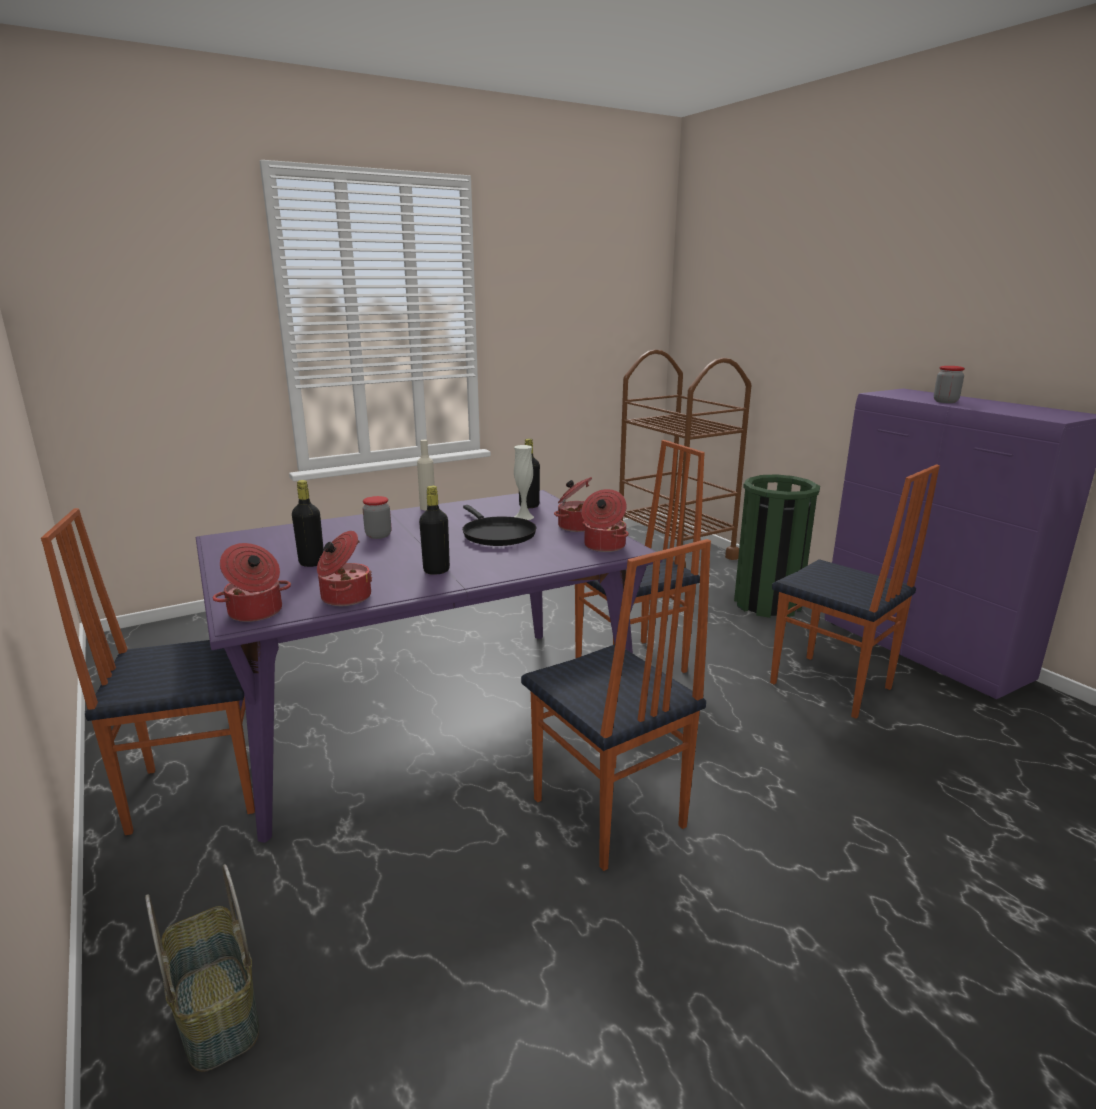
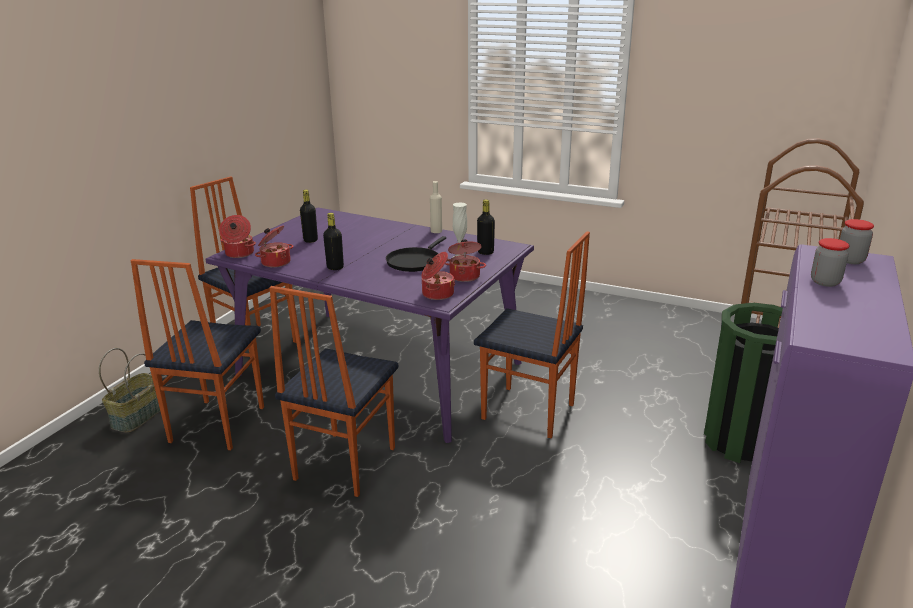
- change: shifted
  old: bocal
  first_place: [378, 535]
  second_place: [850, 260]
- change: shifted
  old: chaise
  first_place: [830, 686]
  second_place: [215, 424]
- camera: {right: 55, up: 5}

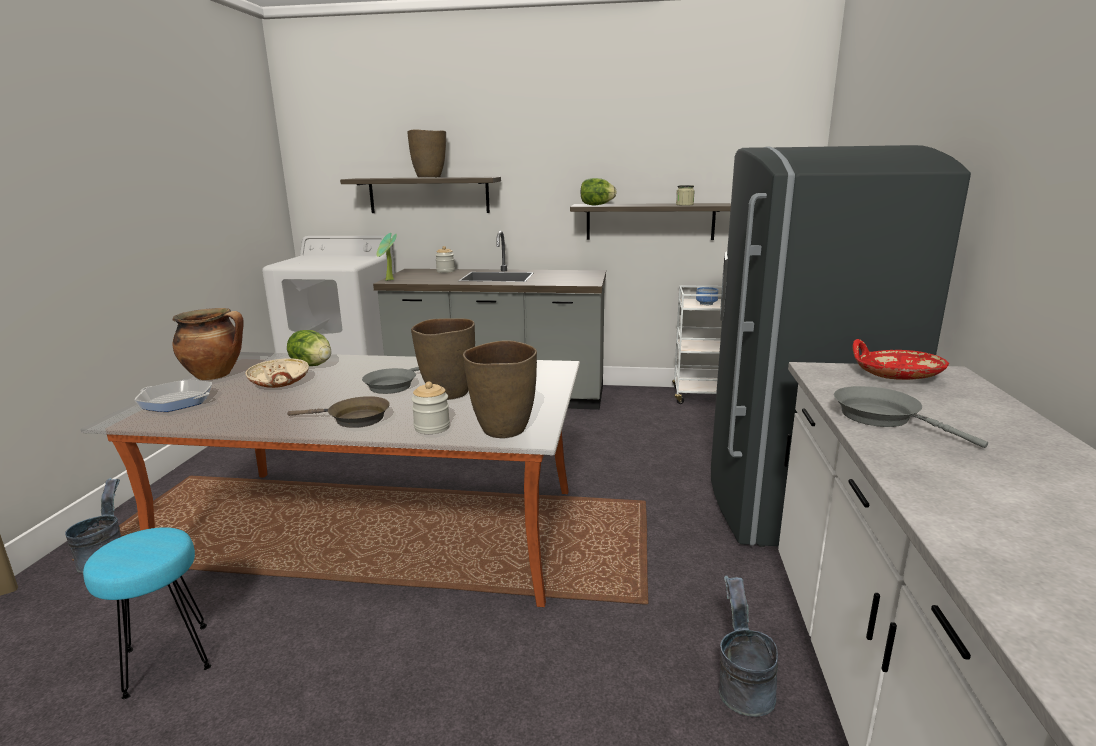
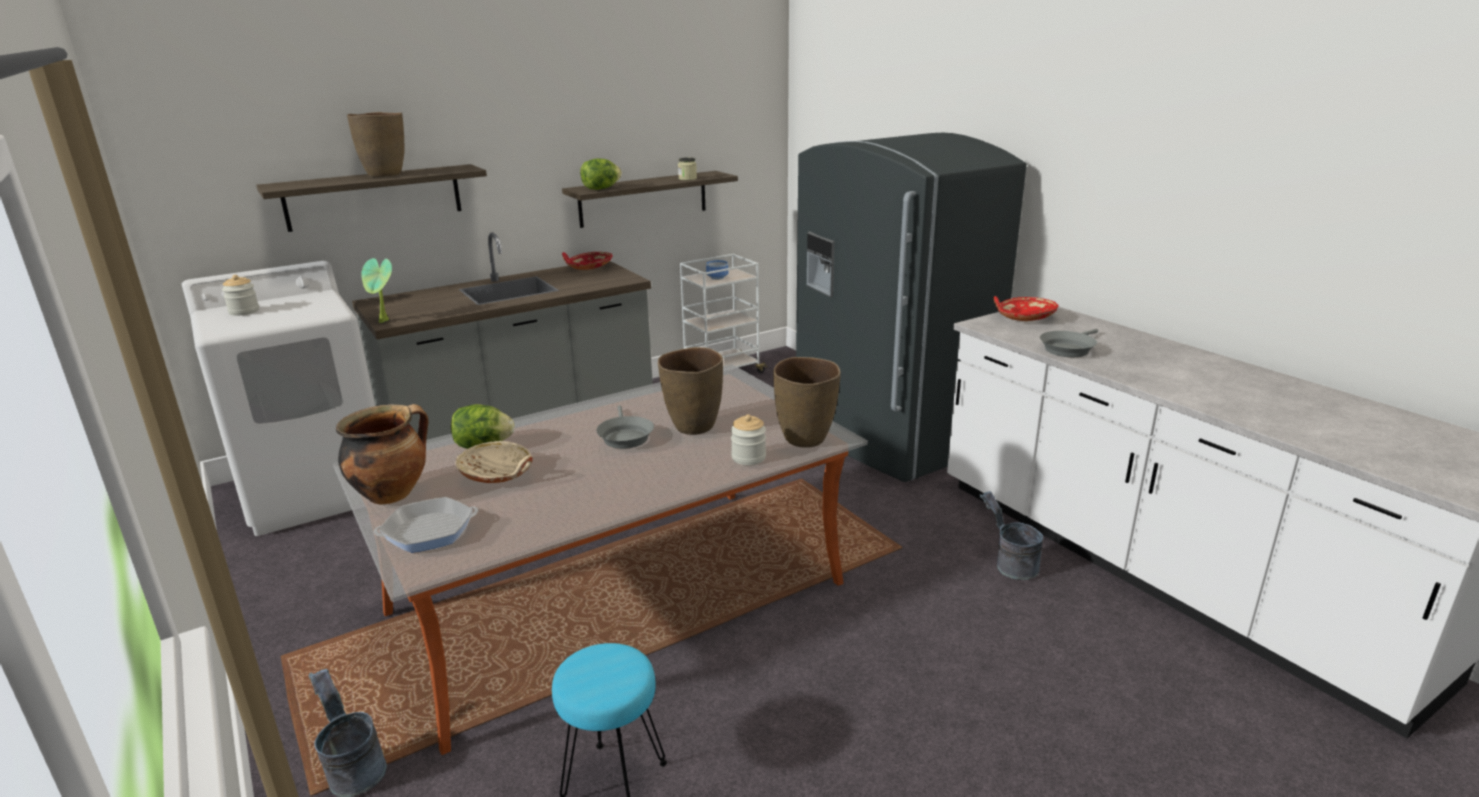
- change: gone
  old: poêle [marron]
  first_place: [354, 419]
- change: shifted
  old: bocal
  first_place: [445, 271]
  second_place: [244, 311]
- change: rotated
  old: poêle [gris]
  first_place: [882, 418]
  second_place: [1068, 349]
  degrees: -60
- change: new
  new: bol [rouge]
  second_place: [589, 268]
- camera: {right: -40, up: 5}

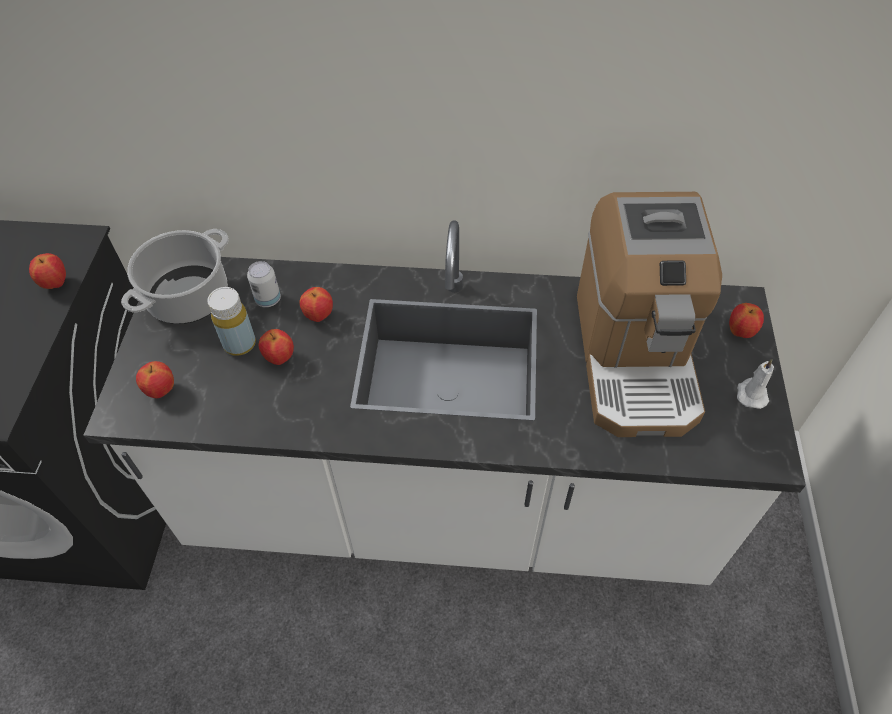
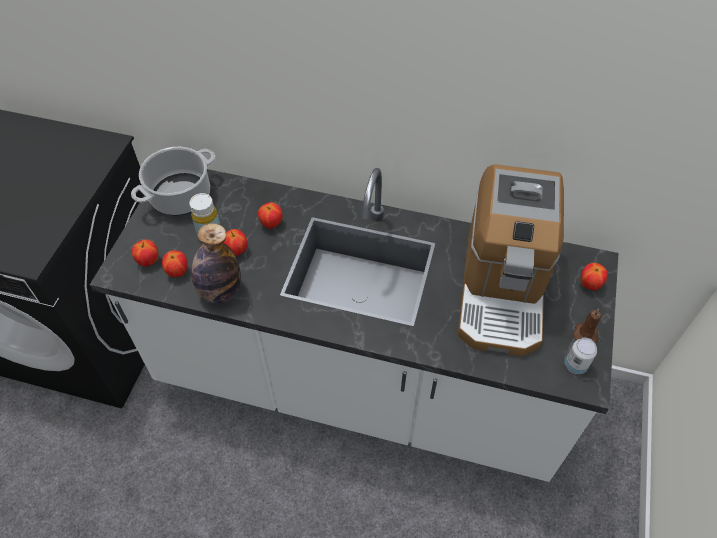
- change: shifted
  old: pomme
  first_place: [55, 283]
  second_place: [178, 272]
- change: shifted
  old: boîte métallique
  first_place: [268, 299]
  second_place: [575, 365]
- change: repainted
  old: bougie [blanc]
  new: bougie [marron]
  first_place: [751, 393]
  second_place: [585, 333]
- change: new
  new: bouteille
  second_place: [220, 291]
- camera: {right: 10, up: 0}

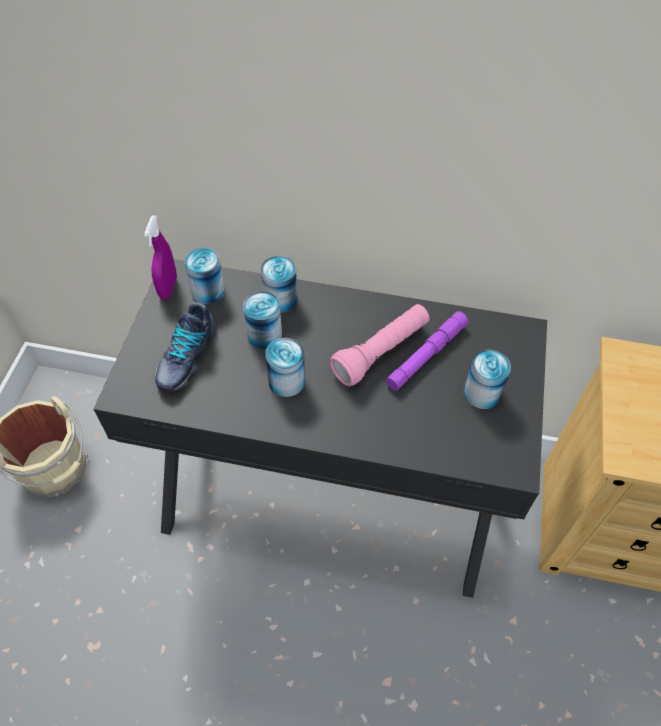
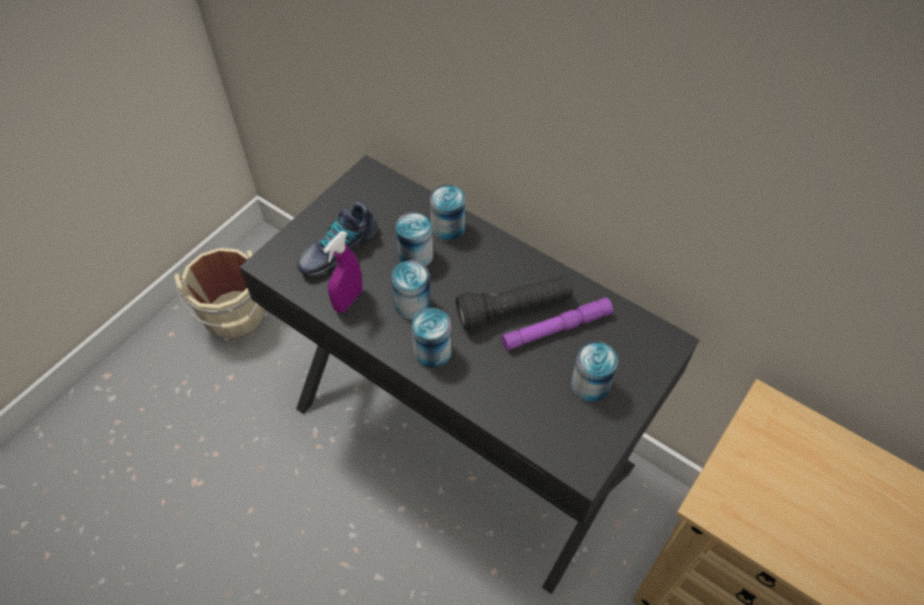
- change: shifted
  old: vaporisateur [violet]
  first_place: [168, 288]
  second_place: [348, 300]
- change: shifted
  old: boîte métallique
  first_place: [208, 291]
  second_place: [432, 351]
- change: repainted
  old: lampe de poche [rose]
  new: lampe de poche [noir]
  first_place: [381, 352]
  second_place: [514, 310]
- camera: {right: 25, up: 0}

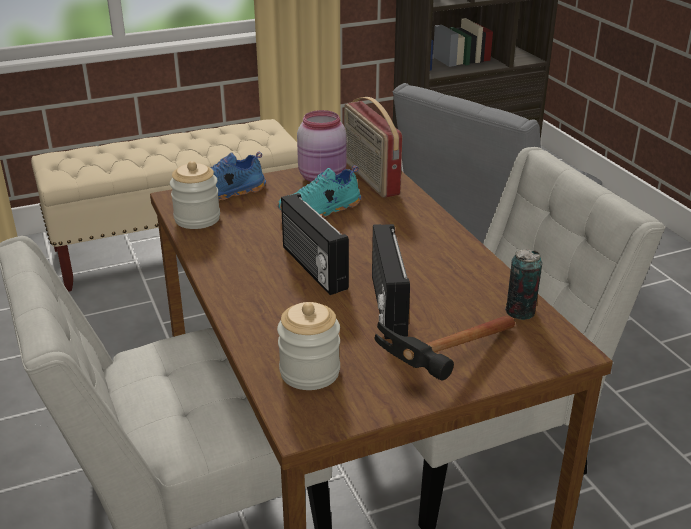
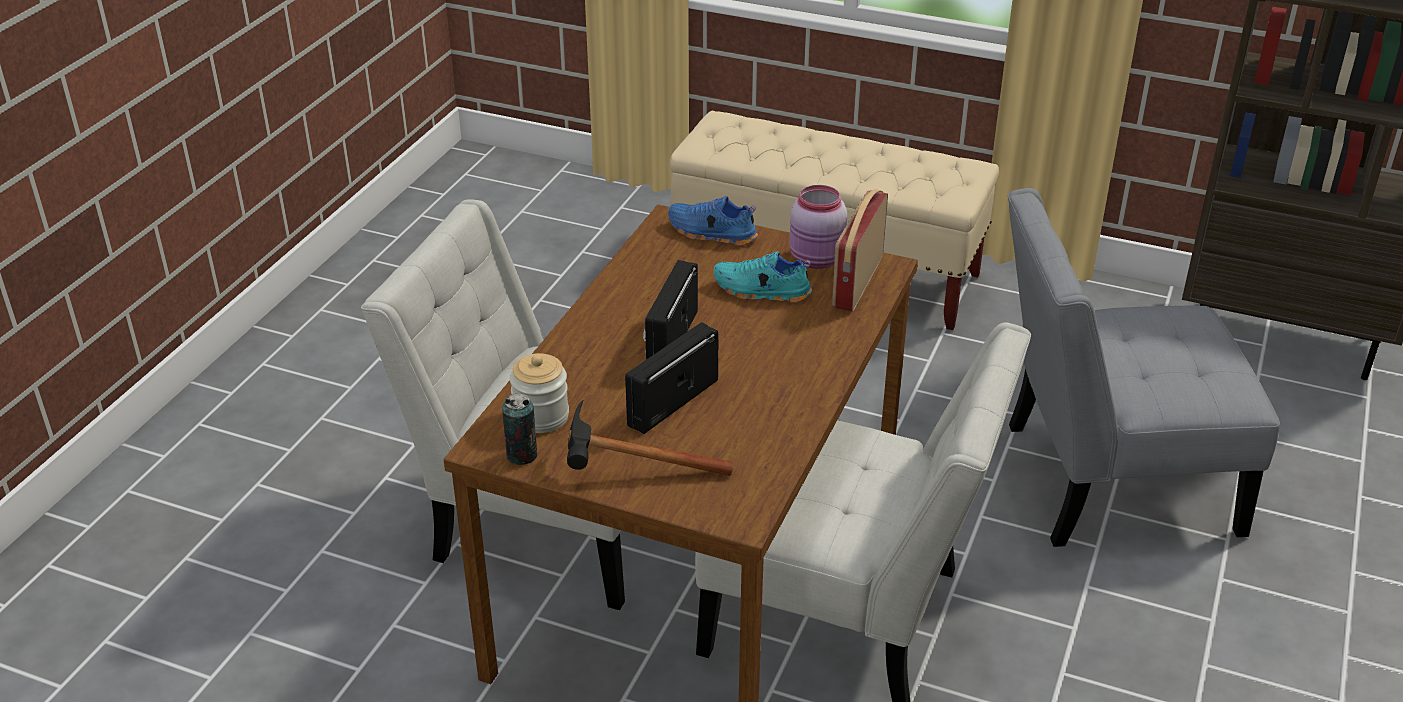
- change: gone
  old: bocal
  first_place: [197, 219]
- change: shifted
  old: boîte métallique
  first_place: [520, 312]
  second_place: [522, 455]
- camera: {right: 45, up: 5}

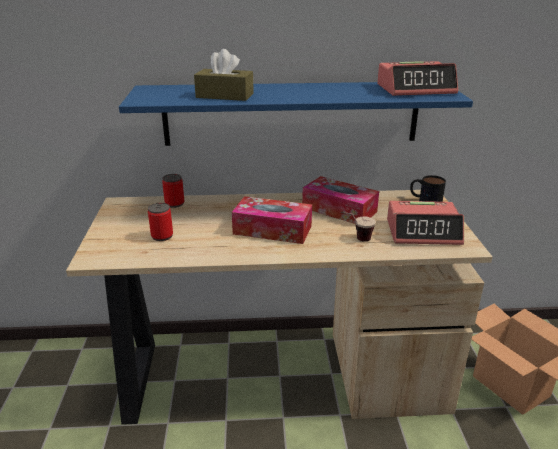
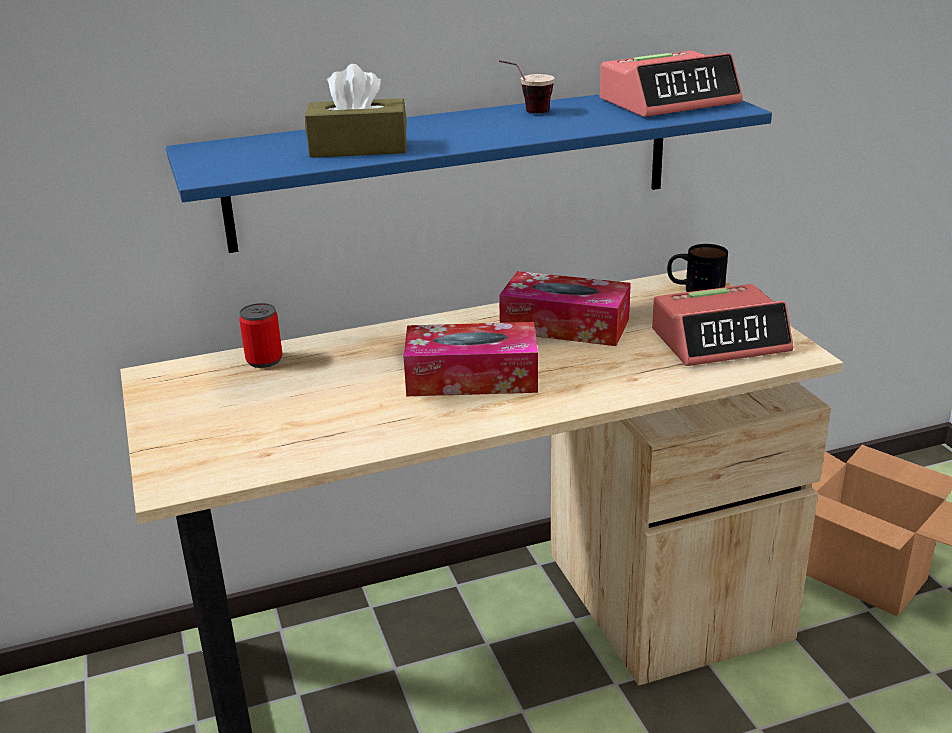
- change: gone
  old: boîte métallique
  first_place: [162, 236]
- change: shifted
  old: tasse
  first_place: [356, 239]
  second_place: [526, 114]
- camera: {right: -15, up: 0}

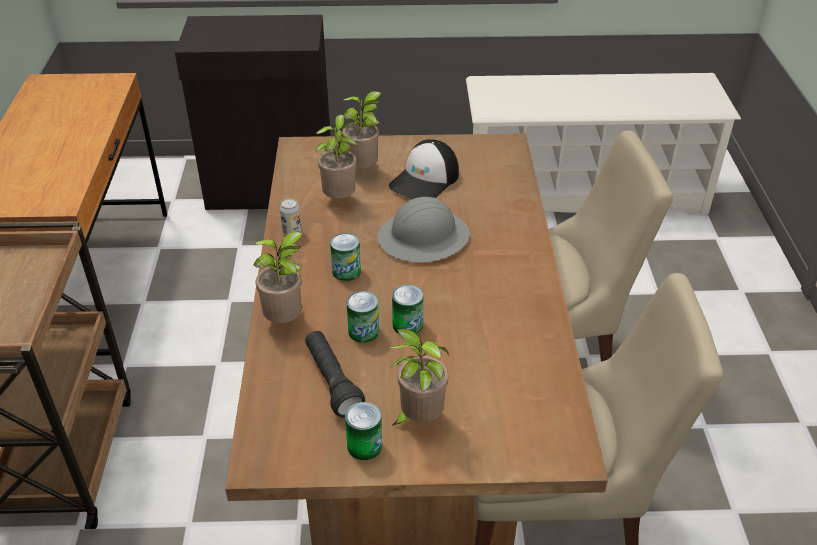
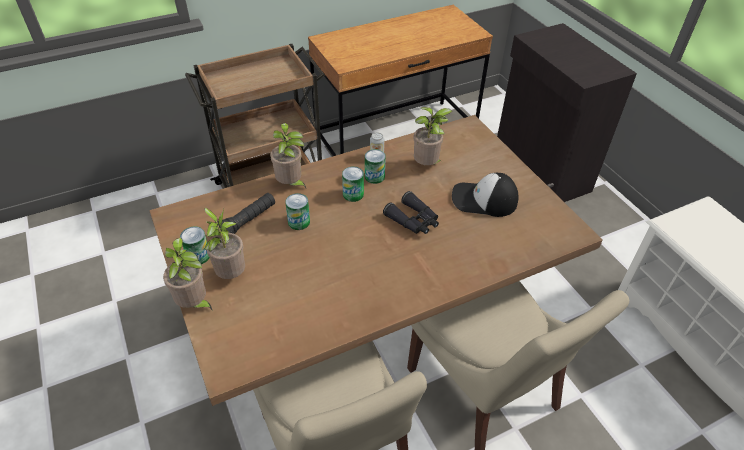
- change: shifted
  old: plante en pot
  first_place: [364, 170]
  second_place: [194, 304]
- change: swapped
  old: casque de chantier [gris]
  new: jumelles [noir]
  first_place: [423, 238]
  second_place: [413, 220]
- change: shifted
  old: boîte métallique
  first_place: [407, 325]
  second_place: [374, 177]
- camera: {right: 65, up: 5}

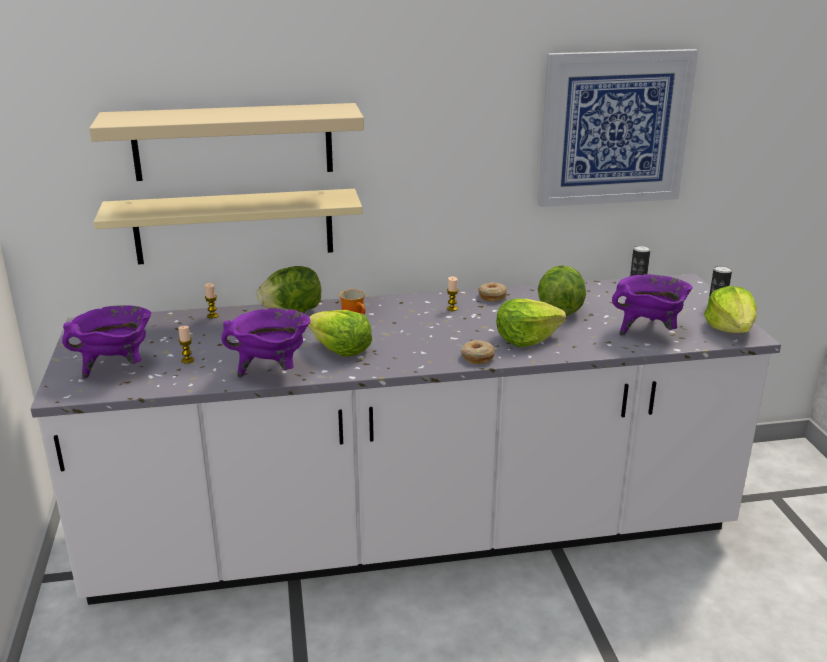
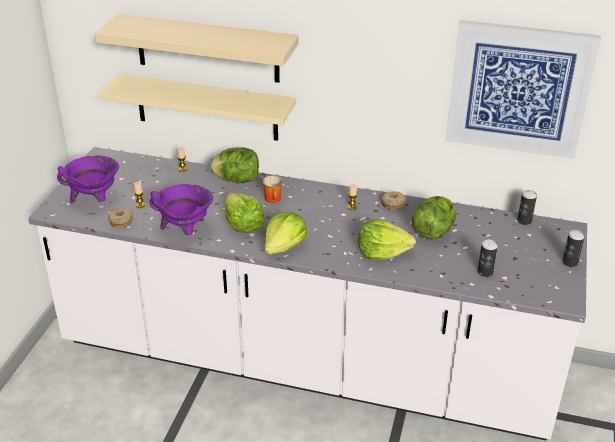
- change: shifted
  old: beignet
  first_place: [477, 357]
  second_place: [121, 221]
- change: swapped
  old: marmite [violet]
  new: boîte métallique
  first_place: [648, 331]
  second_place: [485, 272]
- change: shifted
  old: laitue
  first_place: [730, 329]
  second_place: [284, 247]
- camera: {right: 25, up: 10}

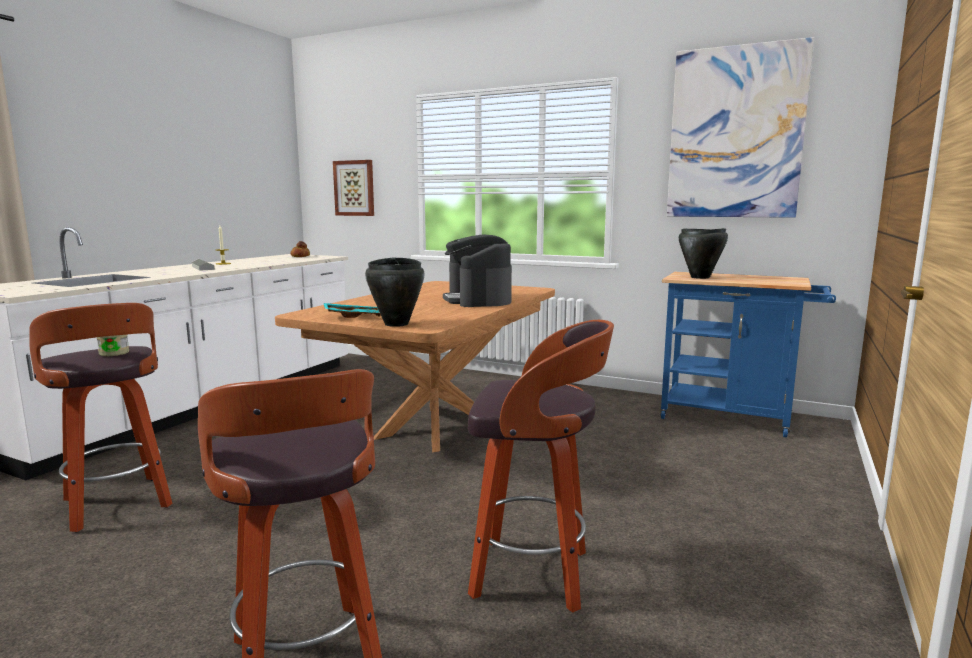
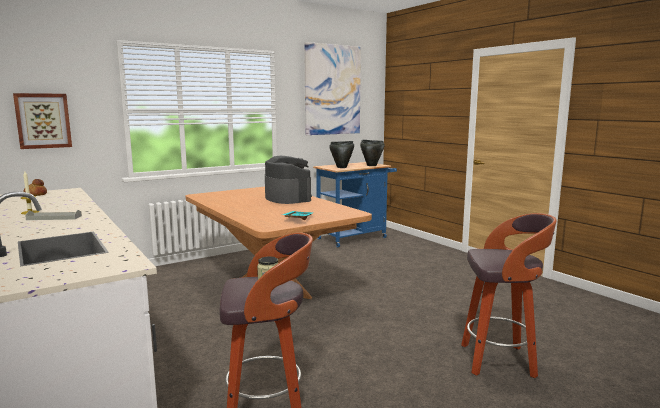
- change: shifted
  old: marmite [noir]
  first_place: [397, 324]
  second_place: [371, 165]
- change: rotated
  old: machine à café
  first_place: [478, 300]
  second_place: [287, 198]
  degrees: -135
- change: gone
  old: tabouret
  first_place: [534, 574]
- camera: {right: -60, up: 0}

